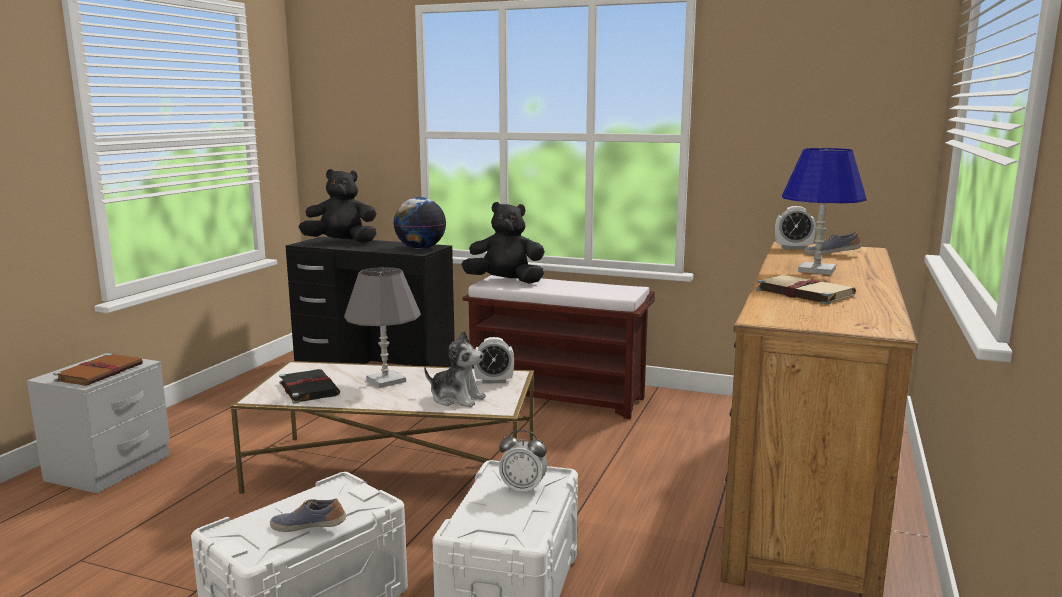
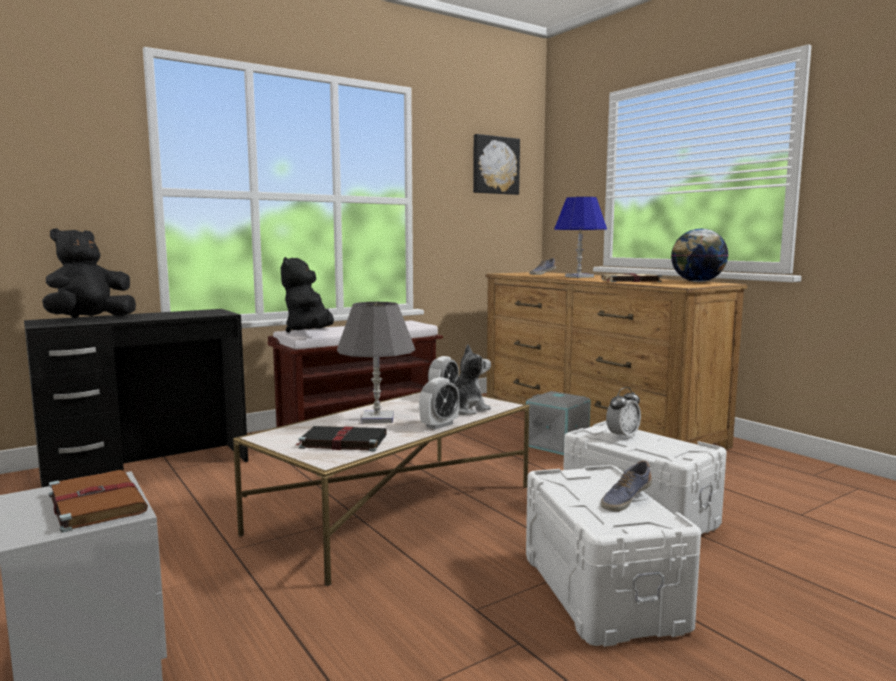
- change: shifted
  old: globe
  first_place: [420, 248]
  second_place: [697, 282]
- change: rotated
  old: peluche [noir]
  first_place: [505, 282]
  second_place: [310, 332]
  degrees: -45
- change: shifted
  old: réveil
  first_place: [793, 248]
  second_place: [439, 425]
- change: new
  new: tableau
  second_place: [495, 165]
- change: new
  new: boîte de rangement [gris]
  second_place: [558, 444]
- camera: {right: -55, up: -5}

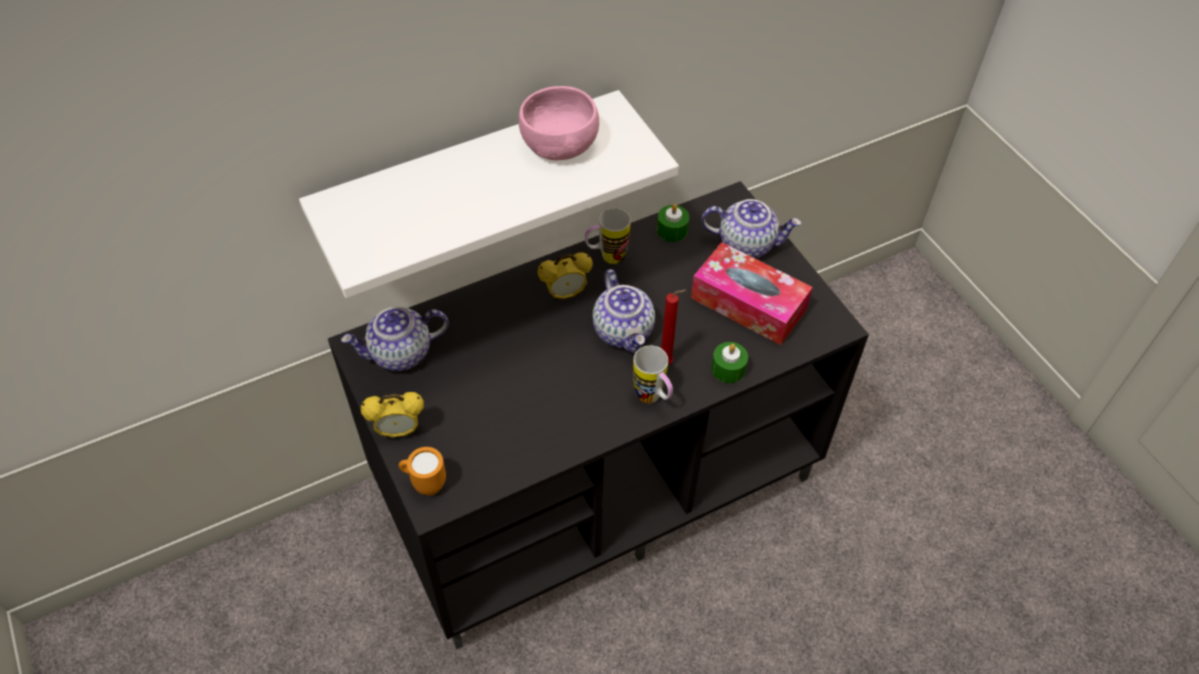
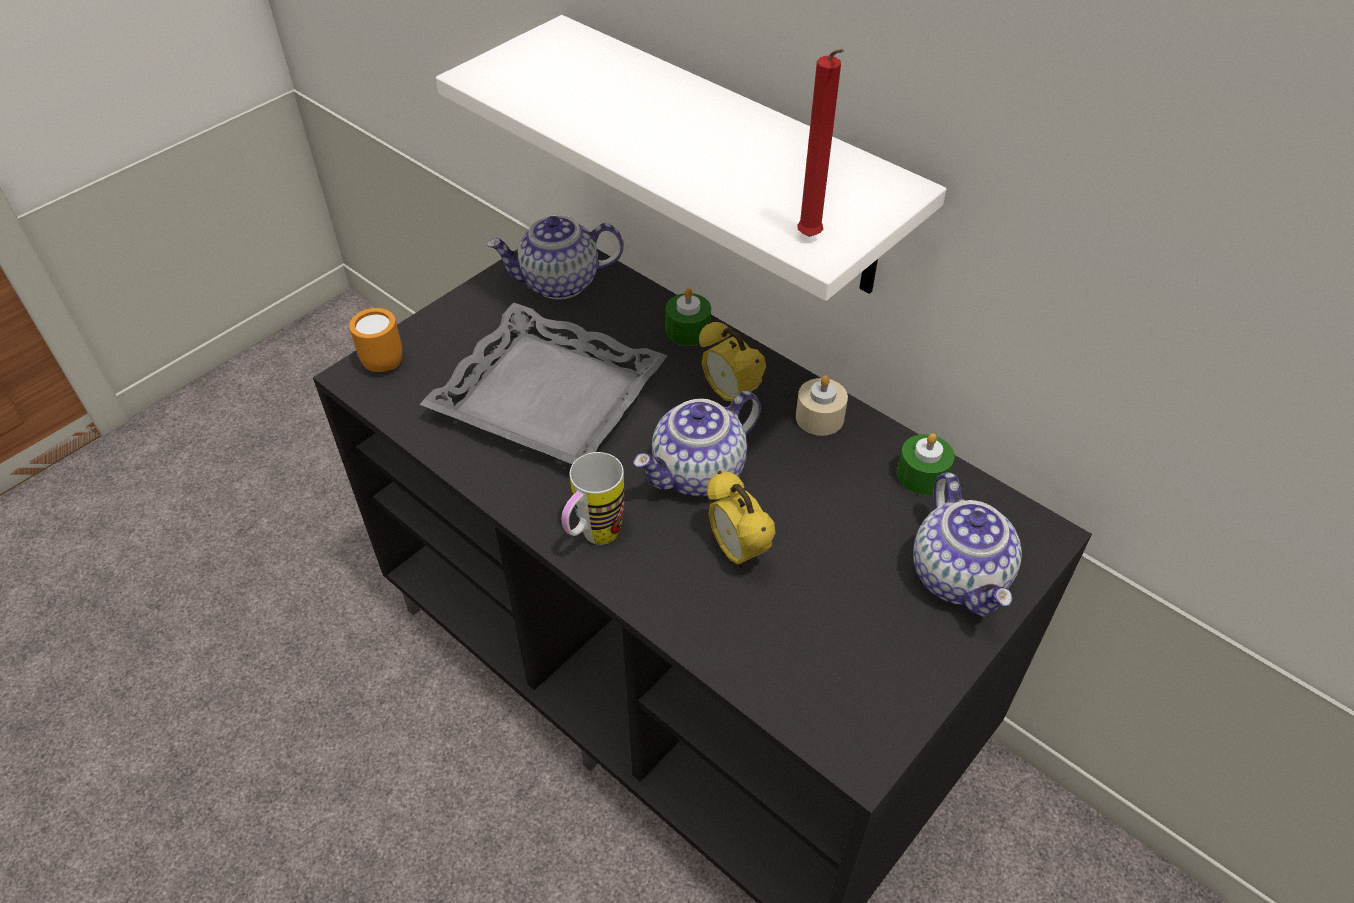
- change: rotated
  old: théière
  first_place: [400, 354]
  second_place: [559, 283]
  degrees: -60
- change: shifted
  old: réveil
  first_place: [398, 431]
  second_place: [737, 552]
- change: gone
  old: bol [rose]
  first_place: [560, 143]
- change: swapped
  old: mug
  new: bougie [beige]
  first_place: [606, 258]
  second_place: [819, 417]
- change: shifted
  old: bougie [rouge]
  first_place: [668, 362]
  second_place: [810, 239]
- change: gone
  old: boîte à mouchoirs
  first_place: [748, 303]
- change: shifted
  old: bougie [vert]
  first_place: [728, 369]
  second_place: [688, 330]
- change: new
  new: plateau [gris]
  second_place: [547, 398]
- camera: {right: 70, up: -5}

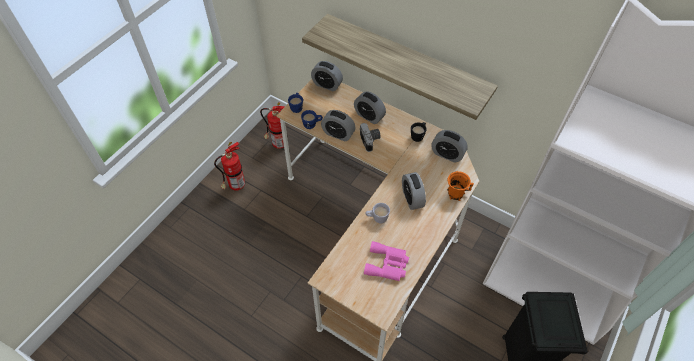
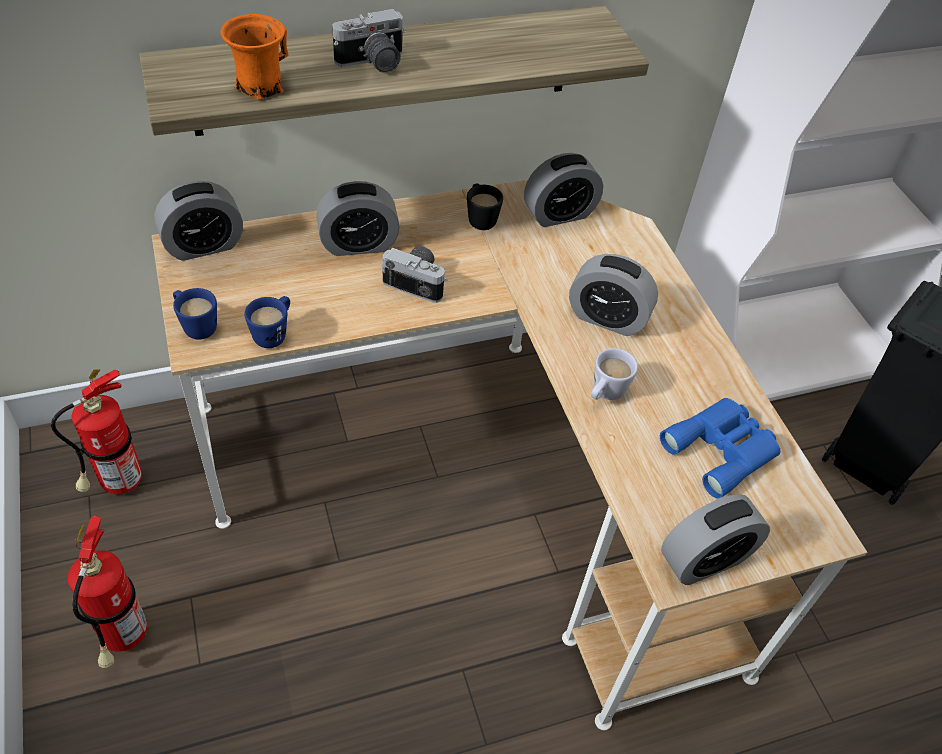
- change: shifted
  old: réveil
  first_place: [338, 134]
  second_place: [704, 560]
- change: repainted
  old: jumelles [rose]
  new: jumelles [bleu]
  first_place: [388, 264]
  second_place: [722, 449]
- change: shifted
  old: mug [orange]
  first_place: [455, 193]
  second_place: [259, 86]
- change: new
  new: appareil photo
  second_place: [373, 64]
- camera: {right: -55, up: -5}

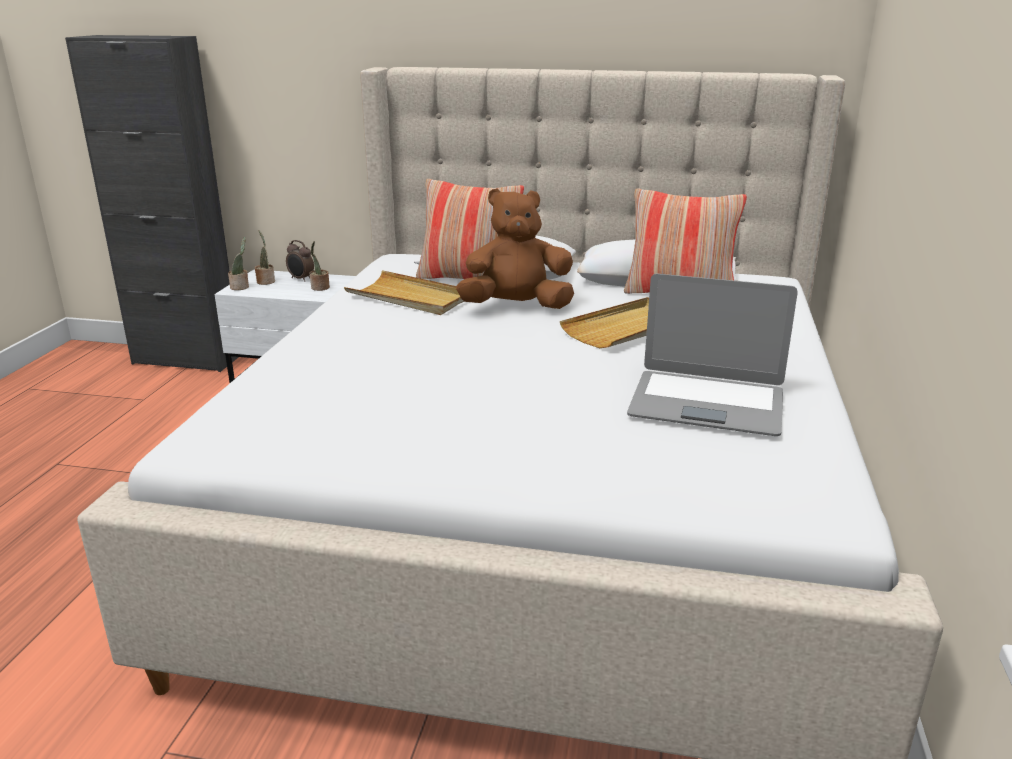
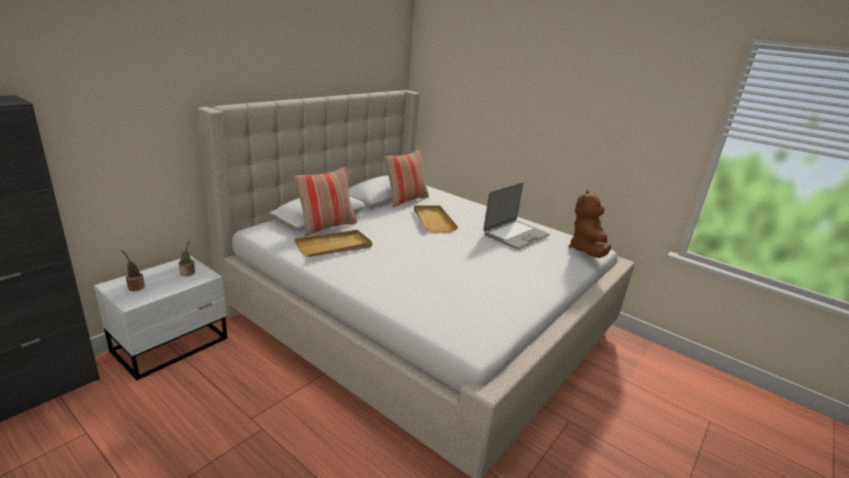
- change: gone
  old: plante en pot
  first_place: [241, 287]
- change: gone
  old: réveil
  first_place: [301, 279]
- change: shifted
  old: peluche [marron]
  first_place: [516, 307]
  second_place: [587, 251]
- camera: {right: -65, up: 0}

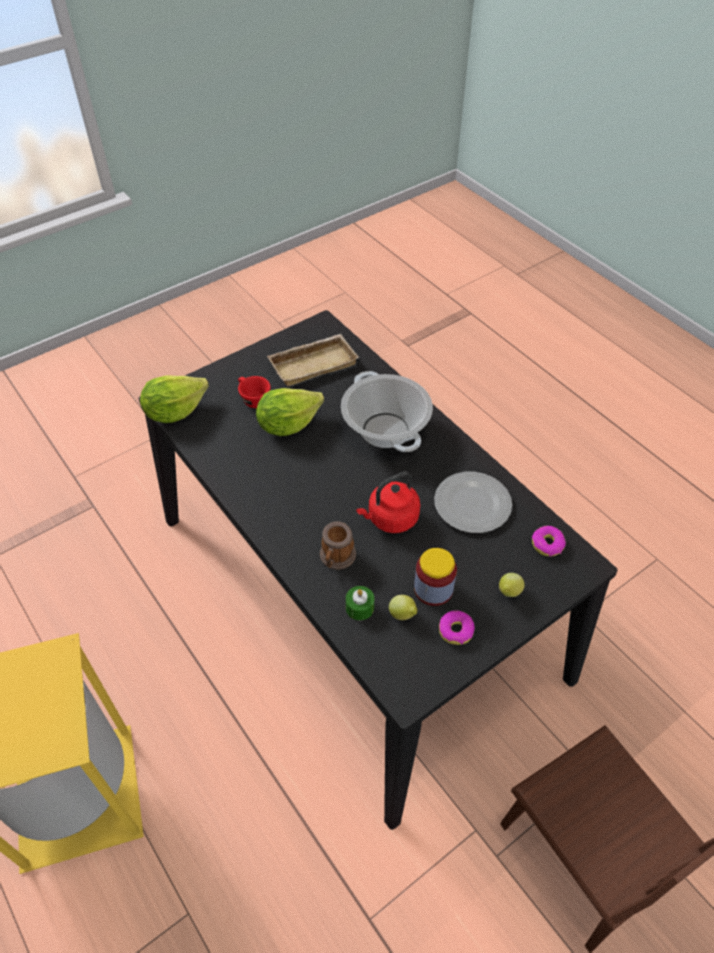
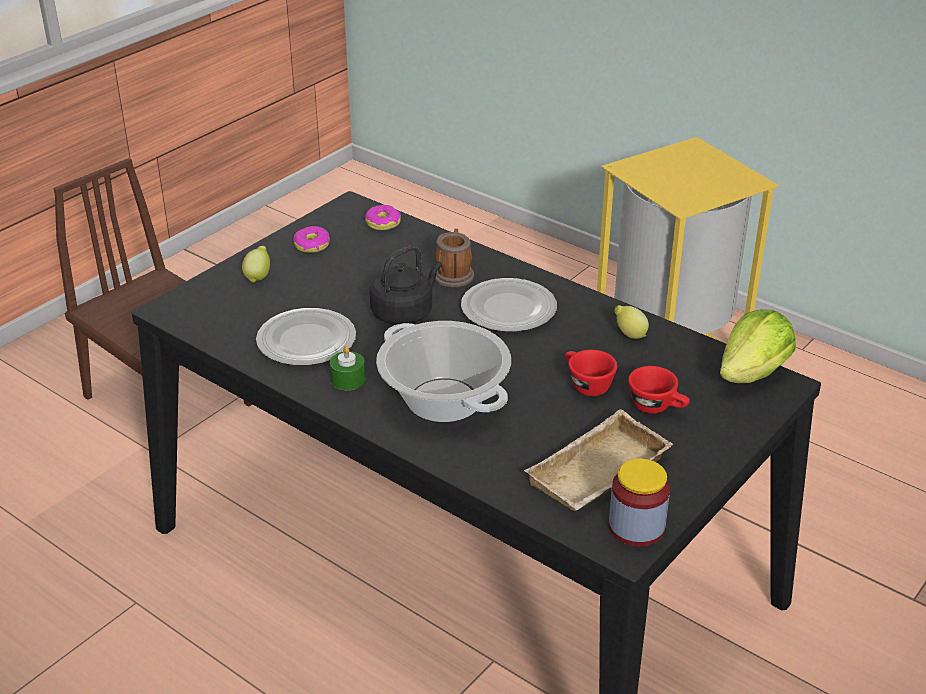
- change: swapped
  old: laitue
  new: tasse [rouge]
  first_place: [288, 424]
  second_place: [585, 384]
- change: shifted
  old: bougie [vert]
  first_place: [359, 607]
  second_place: [348, 379]
- change: repainted
  old: bouilloire [rouge]
  new: bouilloire [noir]
  first_place: [390, 519]
  second_place: [404, 313]
- change: shifted
  old: citron
  first_place: [403, 615]
  second_place: [629, 335]
- change: shifted
  old: bocal
  first_place: [433, 589]
  second_place: [636, 527]
- change: shifted
  old: beignet
  first_place: [547, 544]
  second_place: [383, 223]
- change: new
  new: assiette
  second_place: [507, 309]
- camera: {right: 165, up: -15}

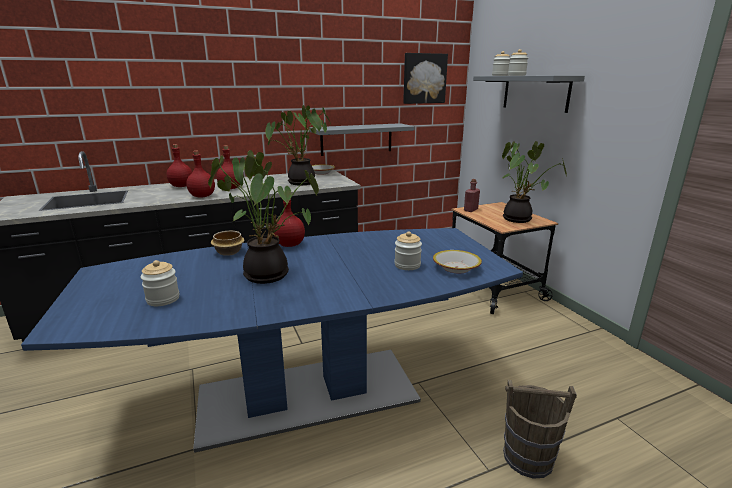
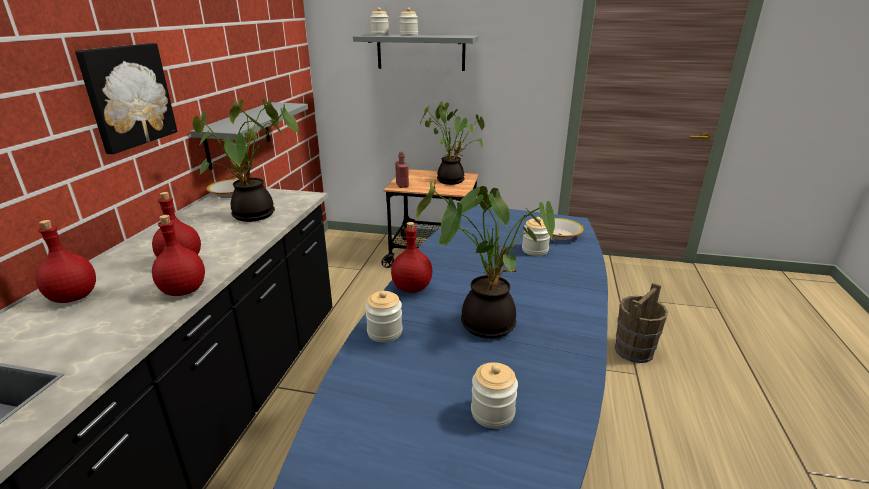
- change: swapped
  old: bol
  new: bocal
  first_place: [229, 252]
  second_place: [384, 332]
- change: shifted
  old: tableau
  first_place: [424, 78]
  second_place: [128, 96]
- camera: {right: -55, up: 5}

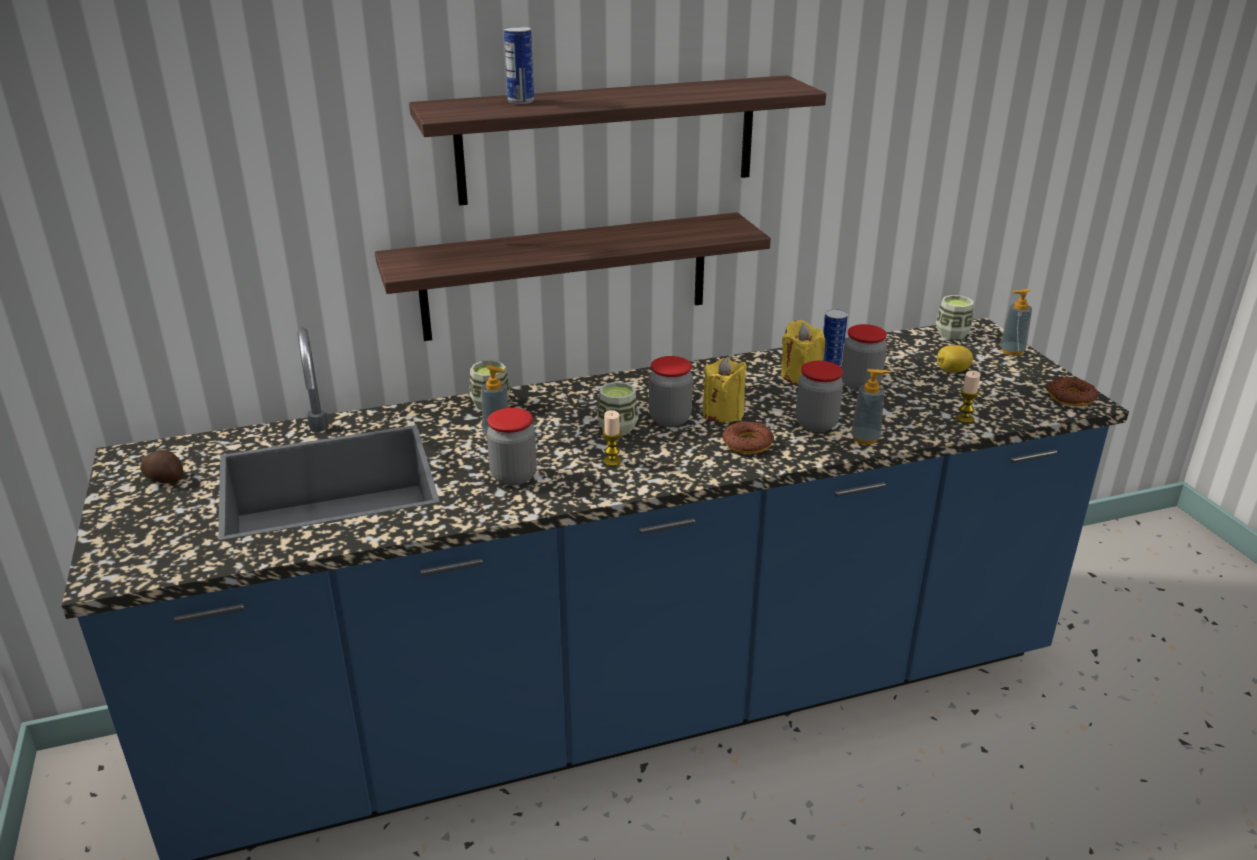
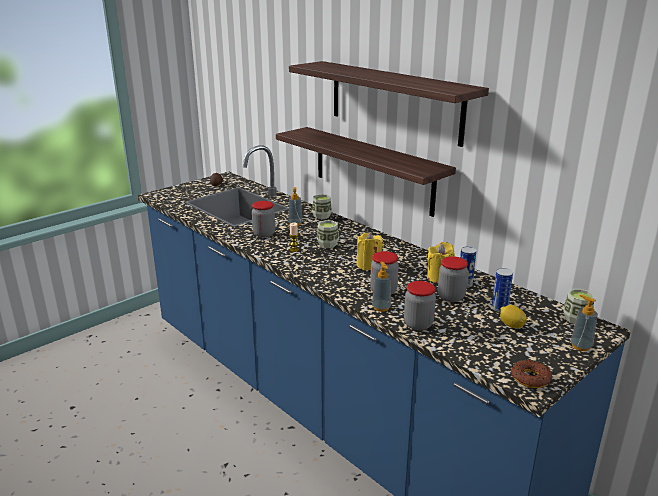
- change: shifted
  old: boîte métallique
  first_place: [521, 101]
  second_place: [499, 308]
- change: shifted
  old: bocal
  first_place: [670, 419]
  second_place: [418, 324]
- change: gone
  old: beignet
  first_place: [747, 443]
- change: gone
  old: bougie
  first_place: [964, 419]
- camera: {right: 65, up: -5}

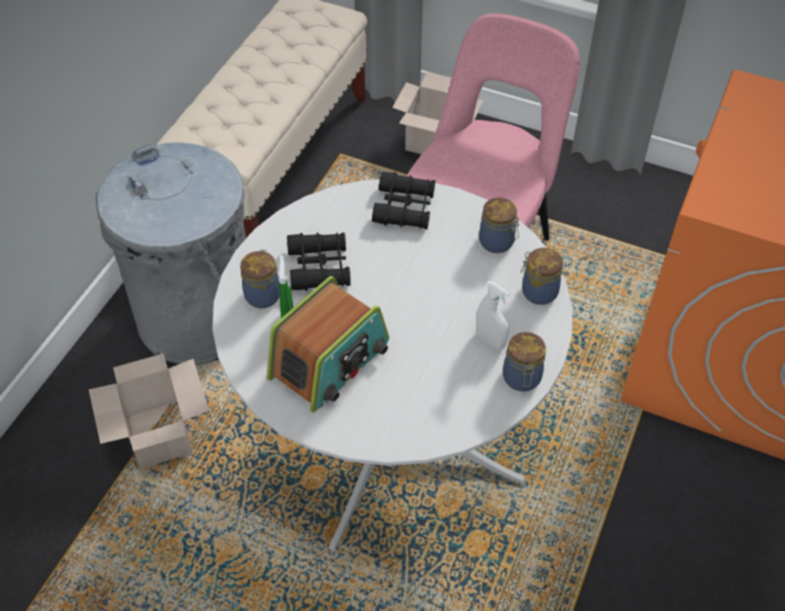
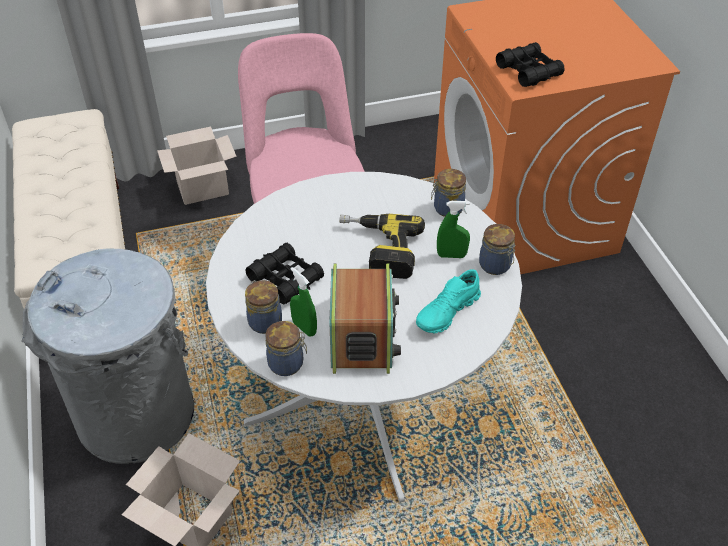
- change: shifted
  old: jumelles [noir]
  first_place: [404, 208]
  second_place: [529, 71]
- change: repainted
  old: vaporisateur [blanc]
  new: vaporisateur [vert]
  first_place: [490, 341]
  second_place: [451, 255]
- change: shifted
  old: bocal
  first_place: [497, 243]
  second_place: [287, 364]
- change: new
  new: perceuse
  second_place: [378, 250]
- change: new
  new: chaussure [turquoise]
  second_place: [447, 312]
- camera: {right: -40, up: -5}

